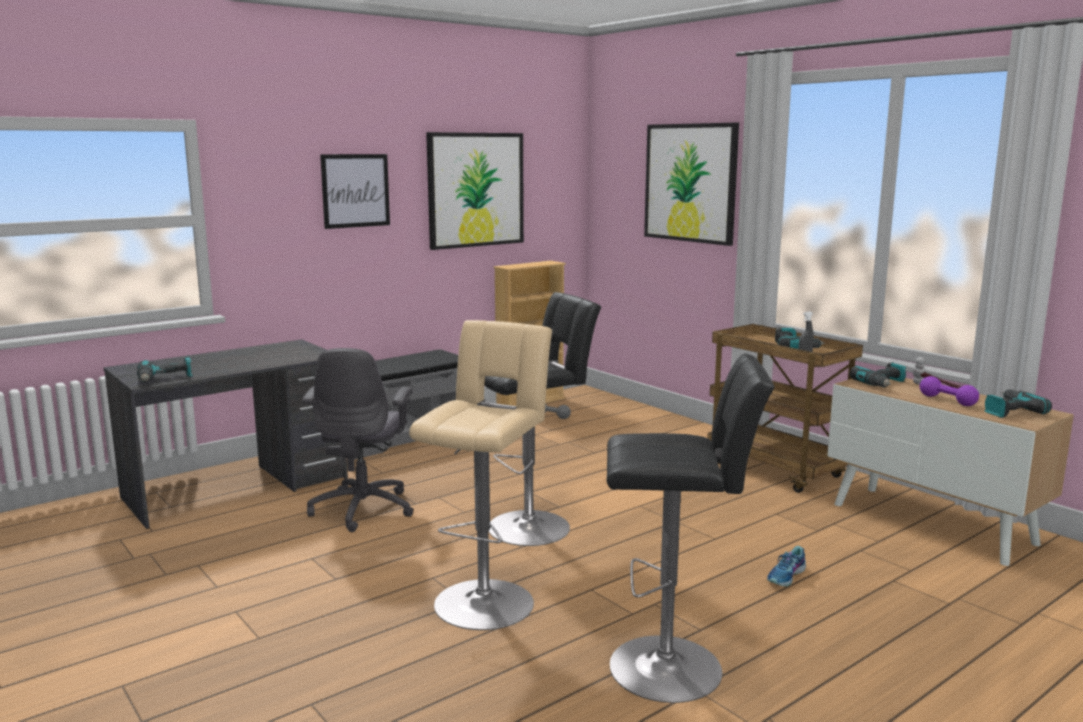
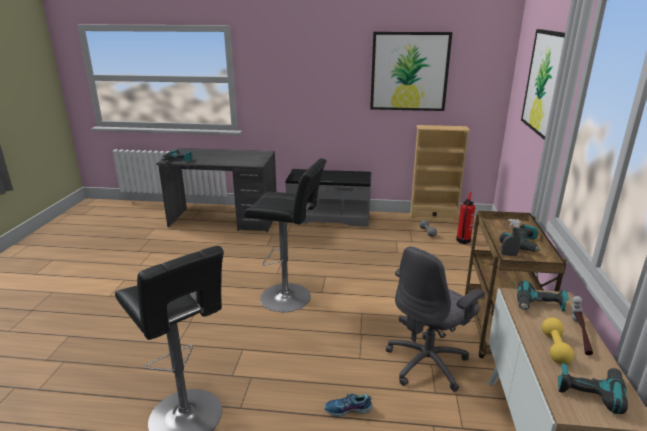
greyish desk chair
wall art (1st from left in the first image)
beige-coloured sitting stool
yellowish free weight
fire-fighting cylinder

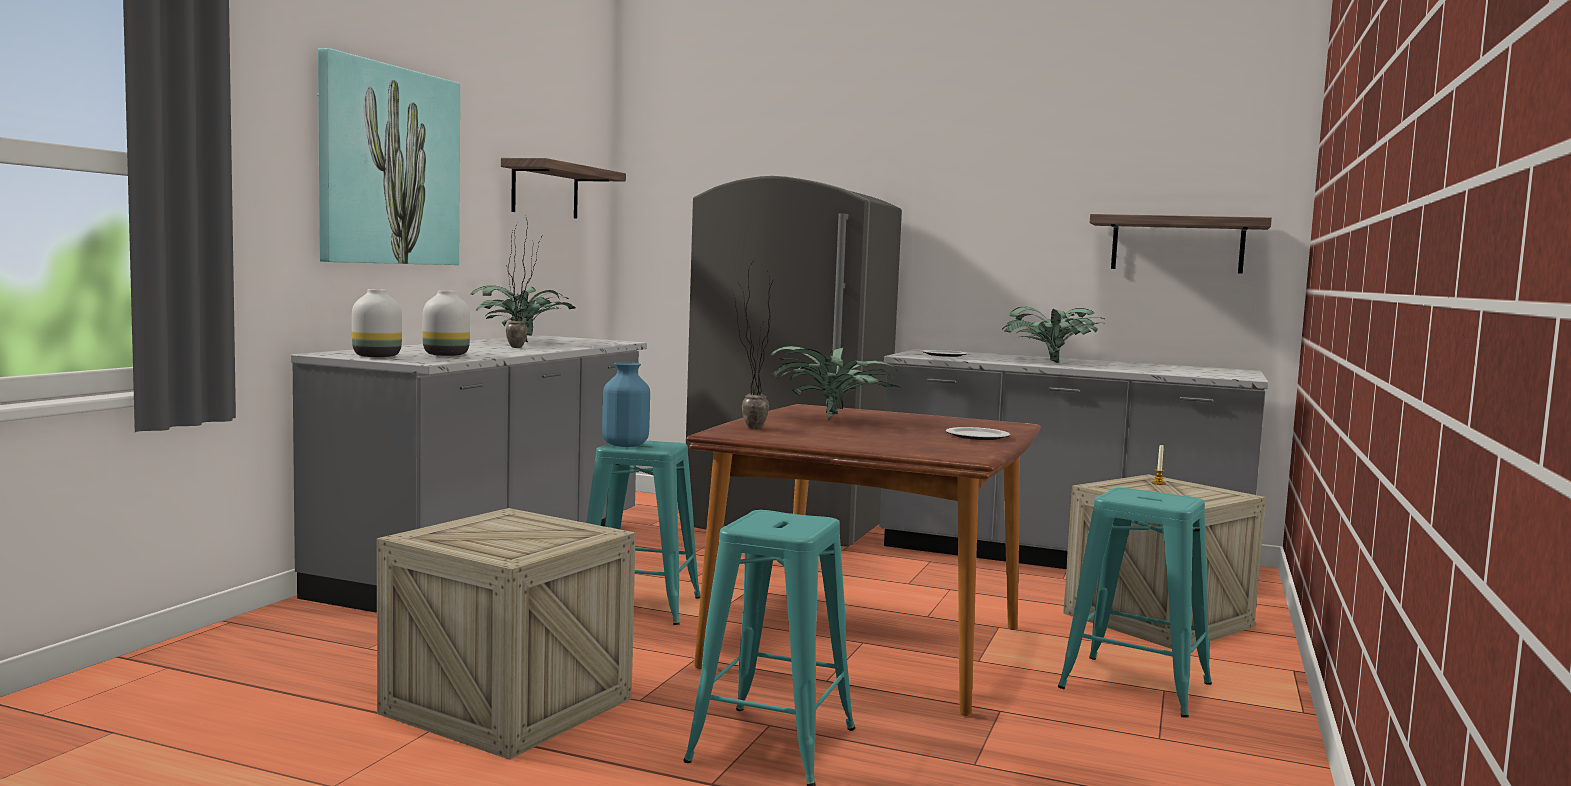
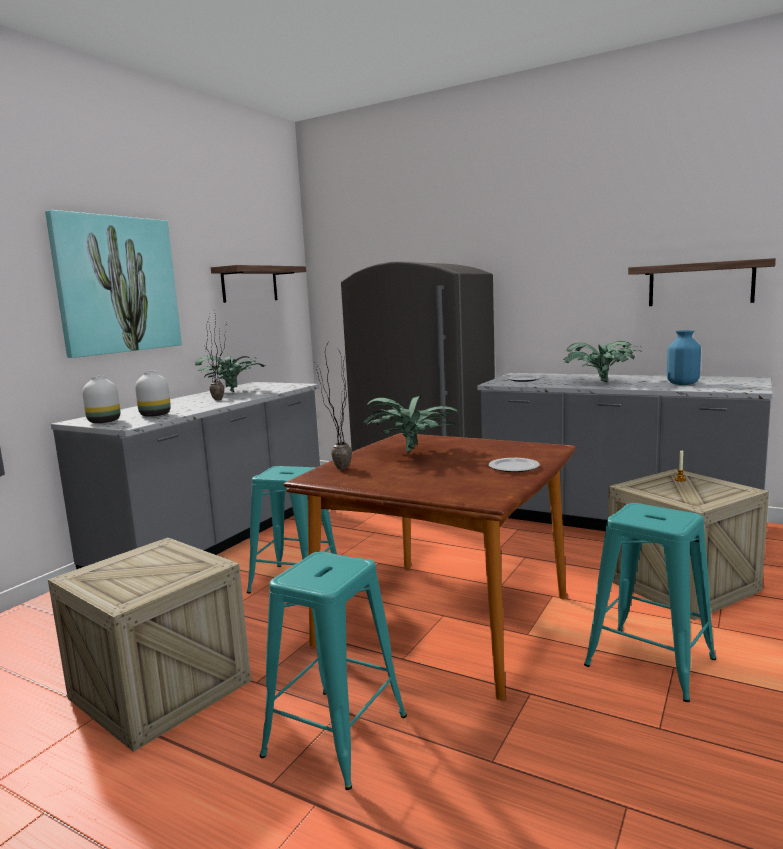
bluish vase

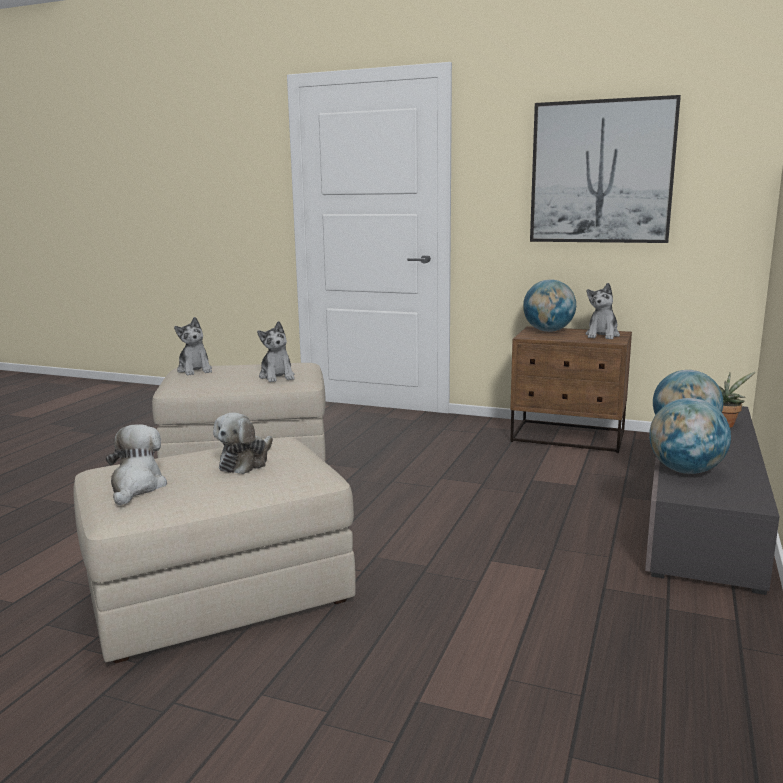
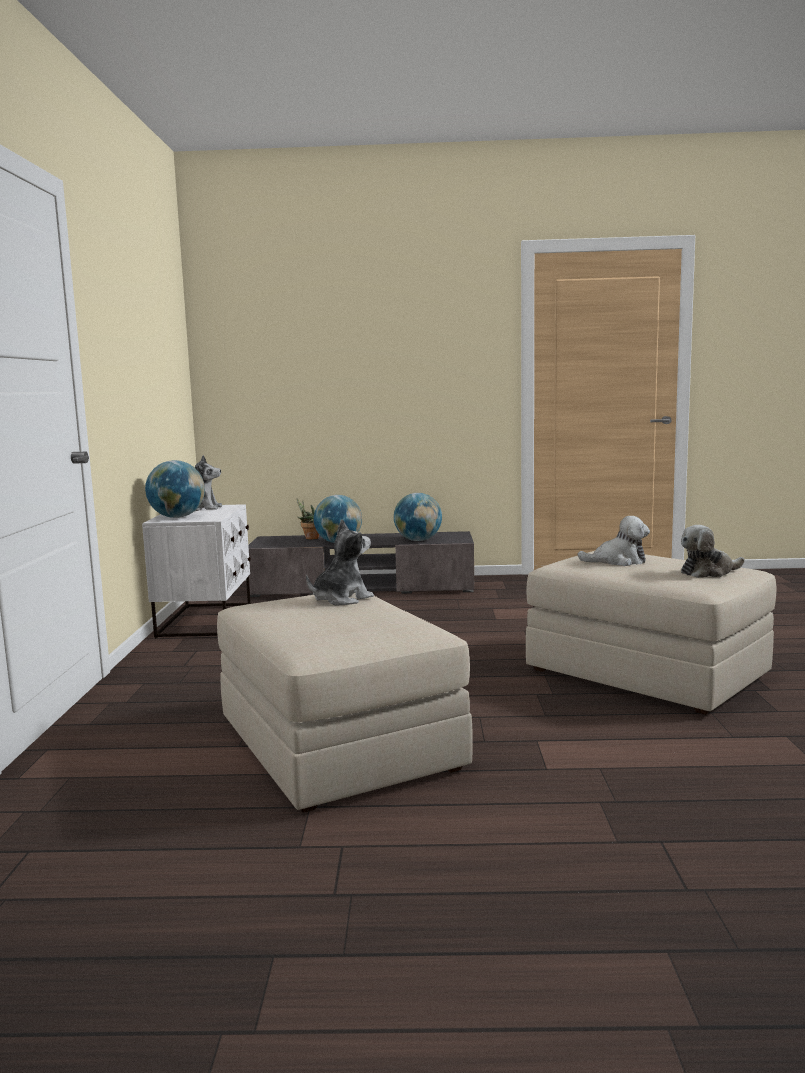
soft toy (2nd from left in the first image)
white night table
wall art

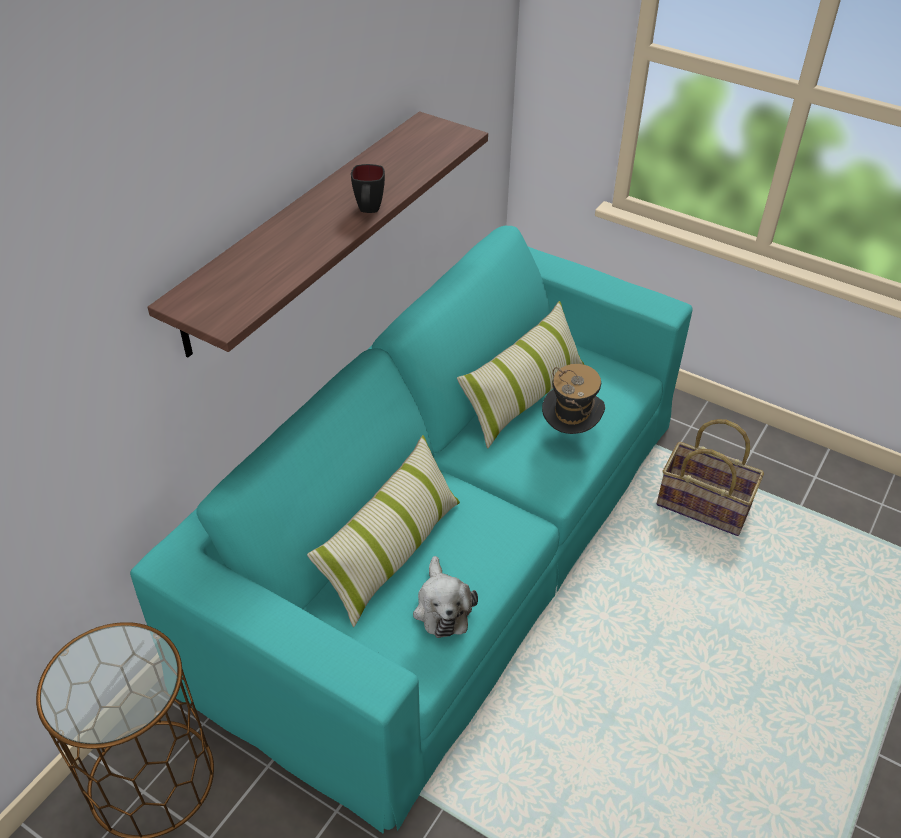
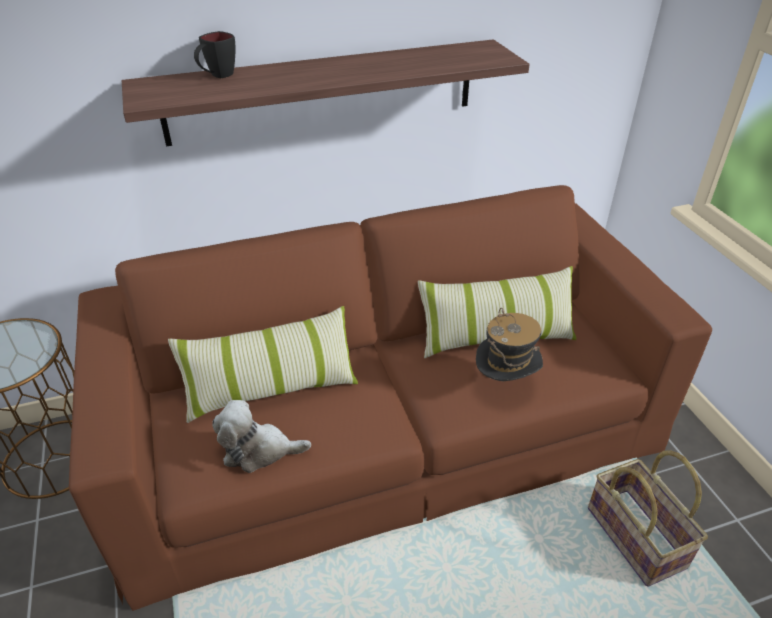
brown couch
black-coloured mug
soft toy

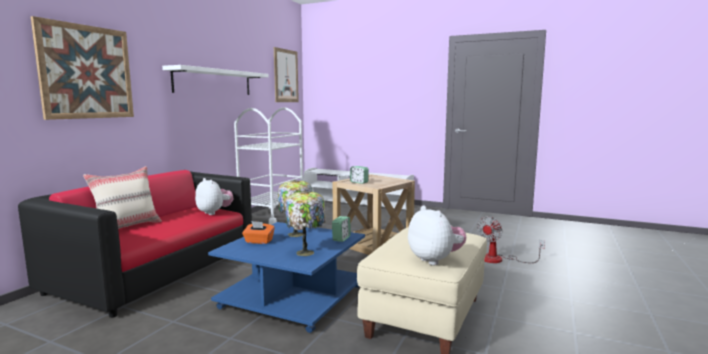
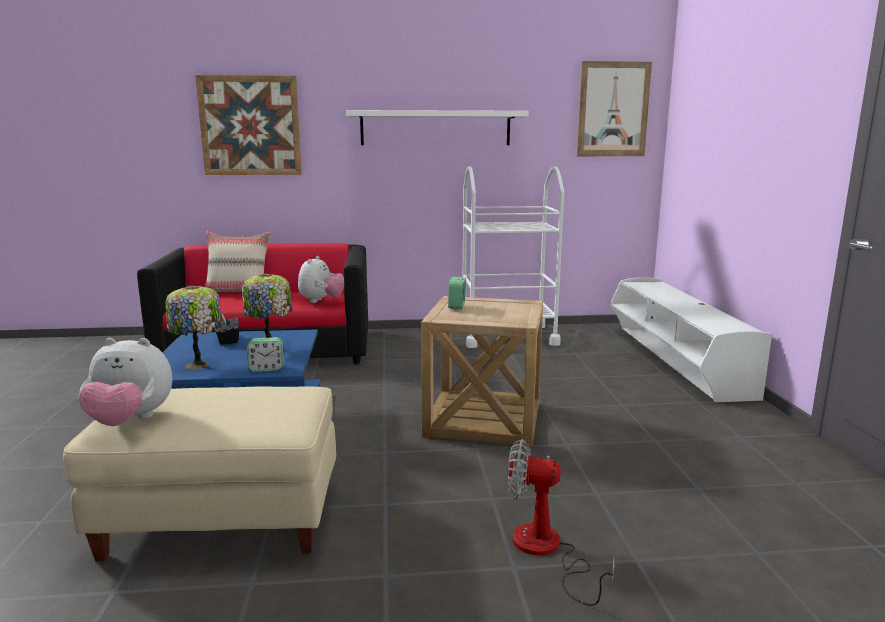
black-coloured box of tissues
soft toy (1st from left)

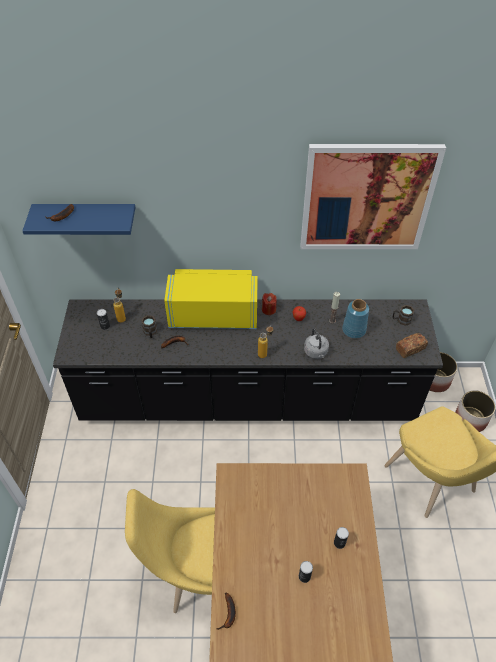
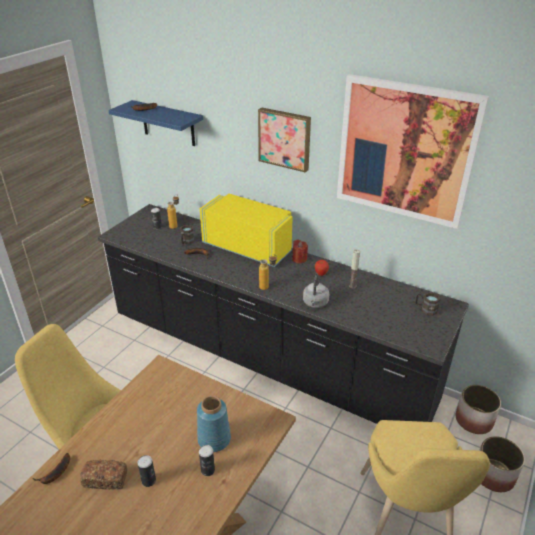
bluish vase
baked bread
wall art (1st from left)

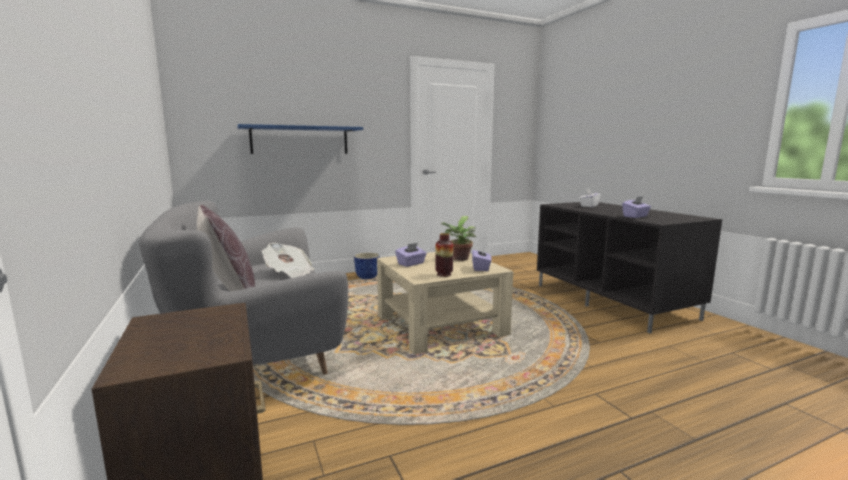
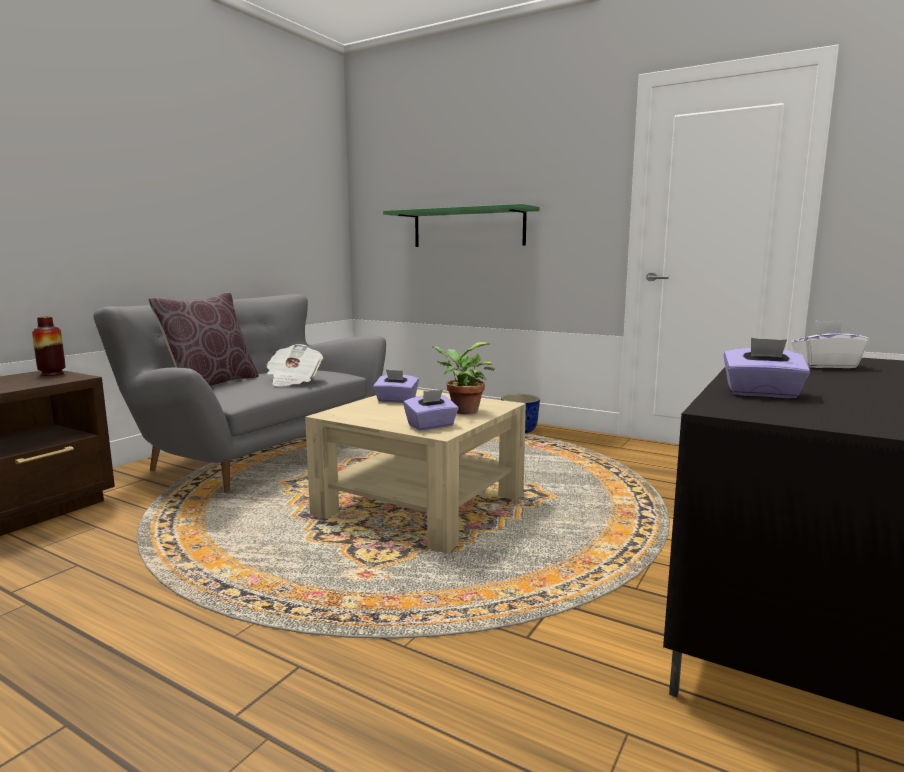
green wall shelf
vase

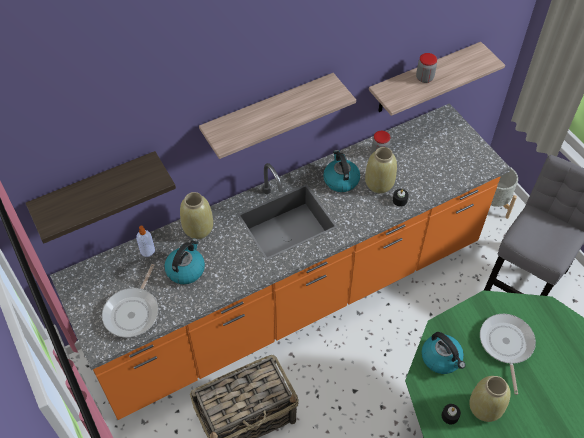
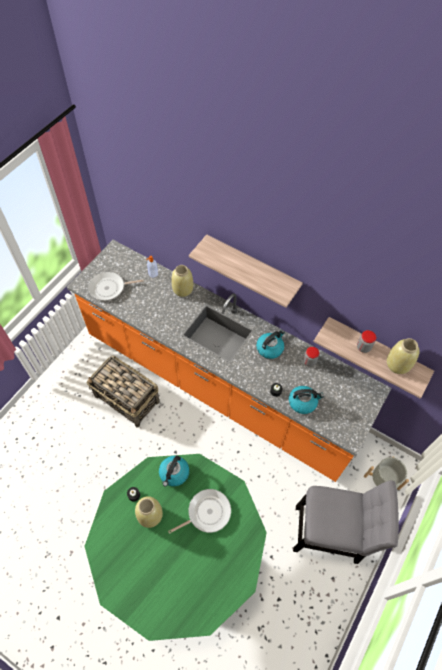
wall shelf (1st from left in the first image)
kettle (3rd from left)
beige-coloured vase (3rd from left)

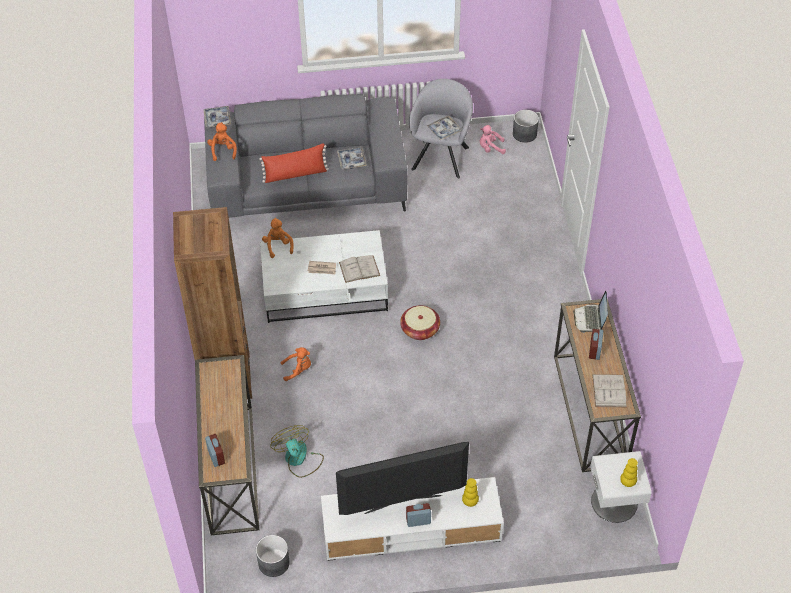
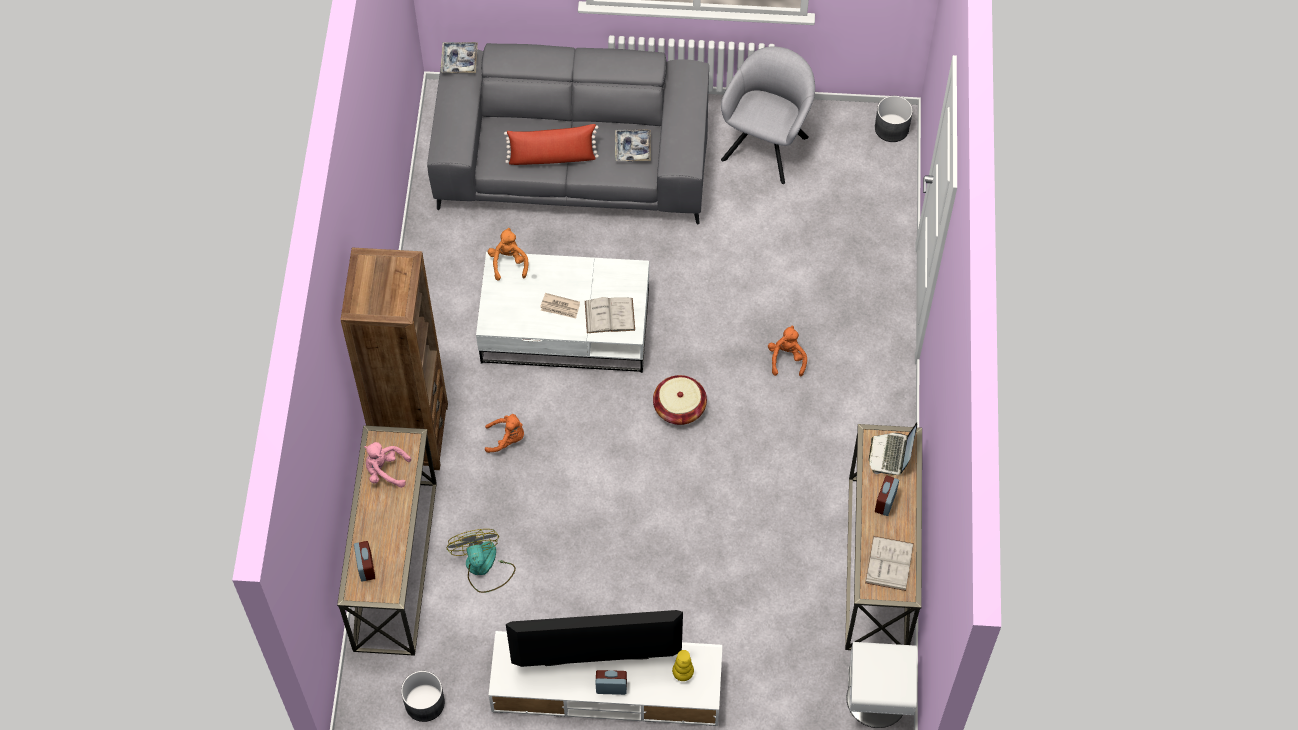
orange soft toy (3rd from left)
carrying tray (3rd from left in the first image)
pinkish soft toy
yellowish vase (2nd from left in the first image)

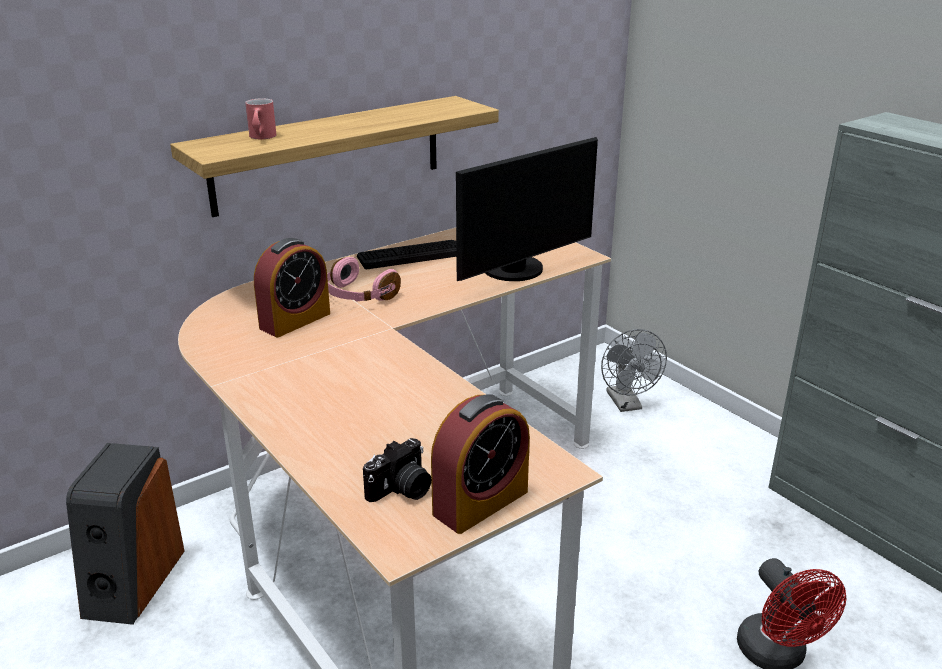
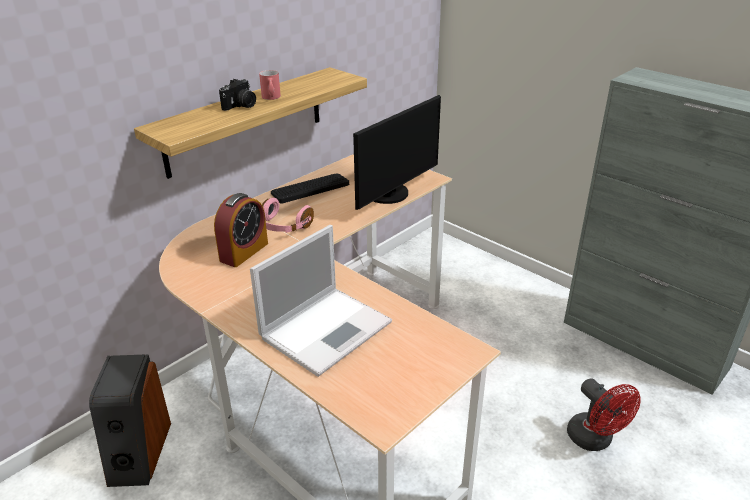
red-coloured mug
photo camera
table clock (2nd from left in the first image)
greyish electric fan
laptop

